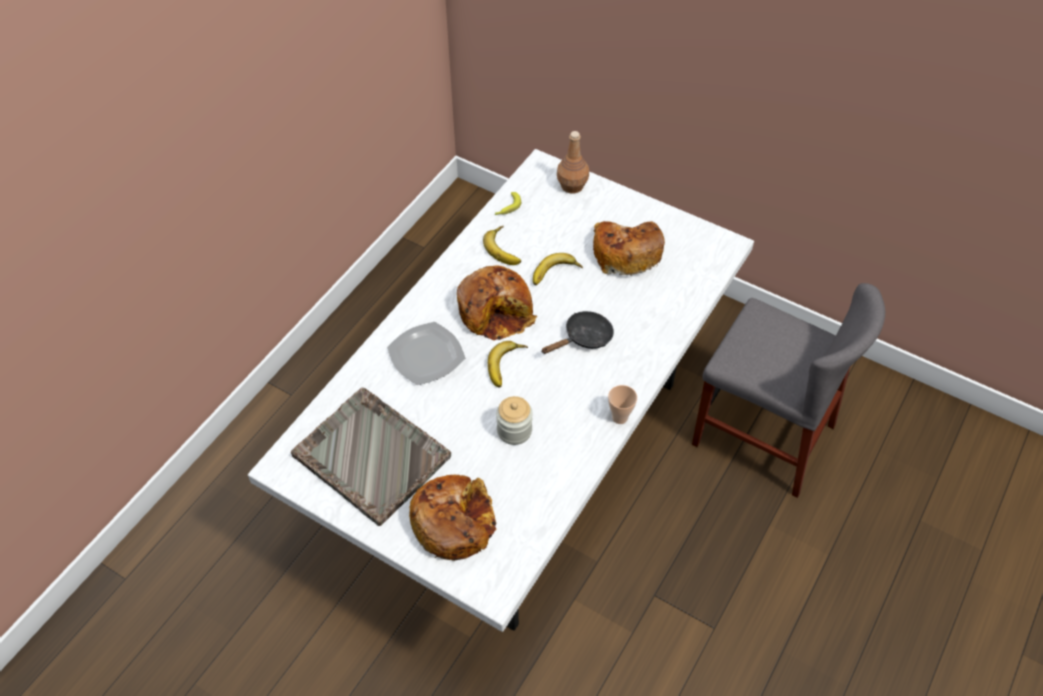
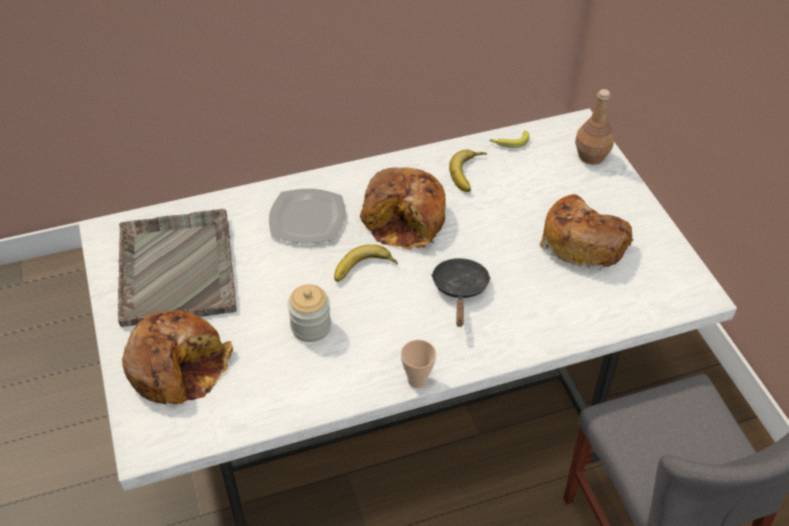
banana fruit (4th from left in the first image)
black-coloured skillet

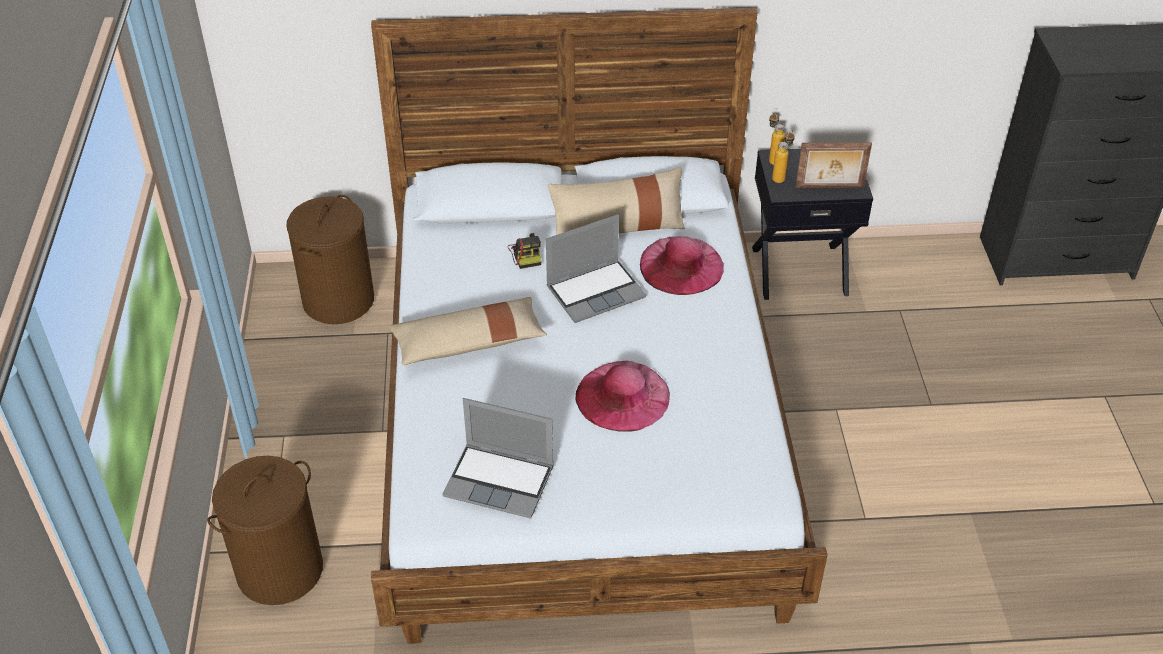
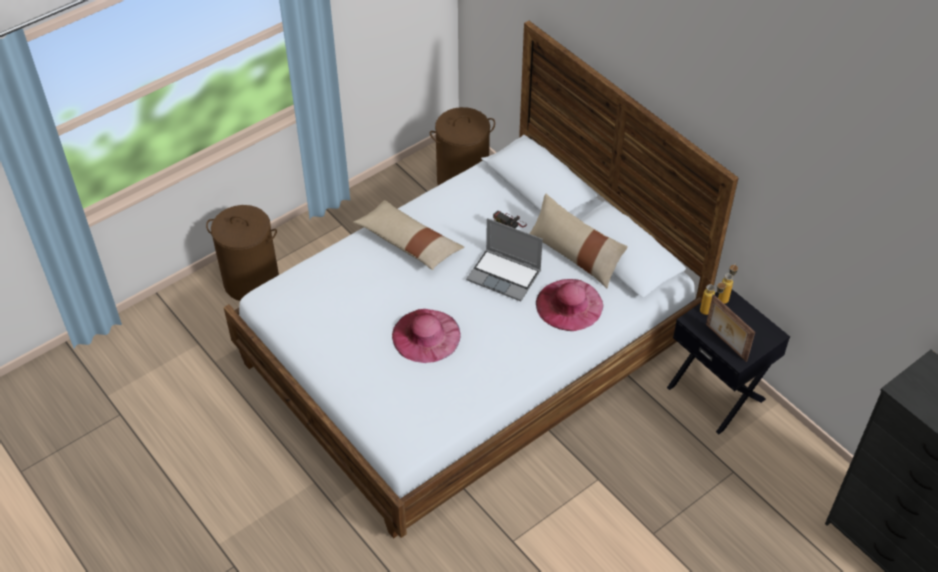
laptop (1st from left in the first image)

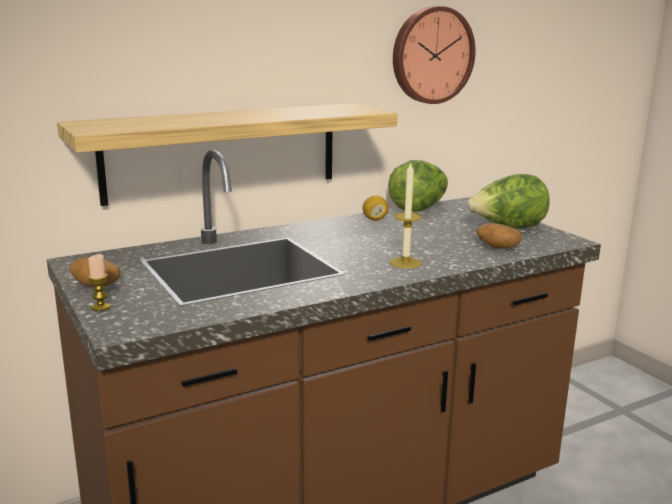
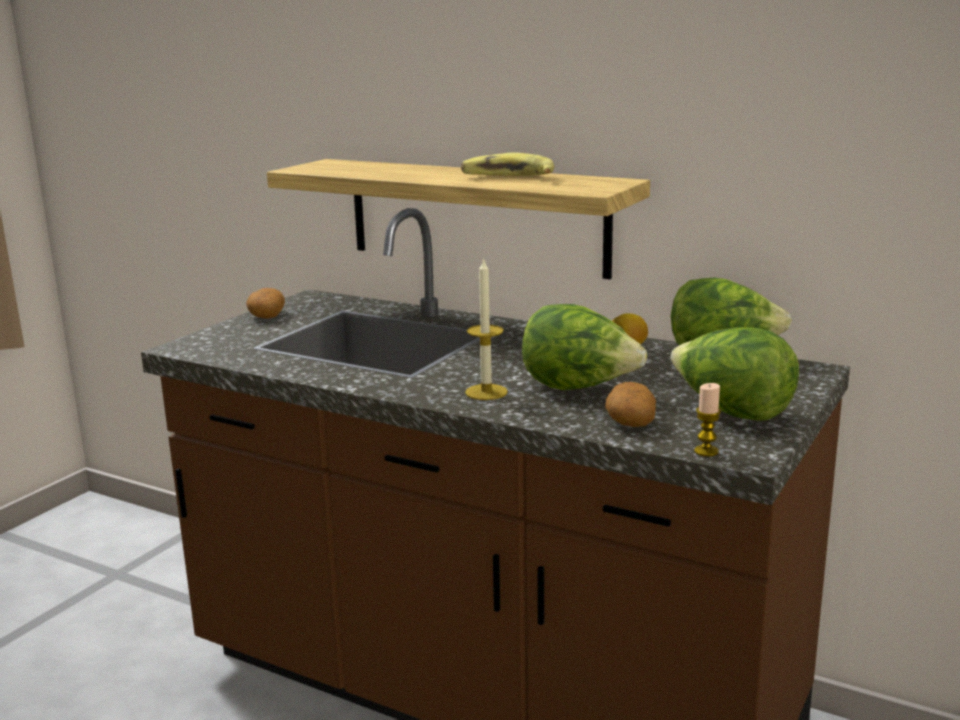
candle (2nd from left)
hanging clock
banana fruit
head of lettuce (1st from left)

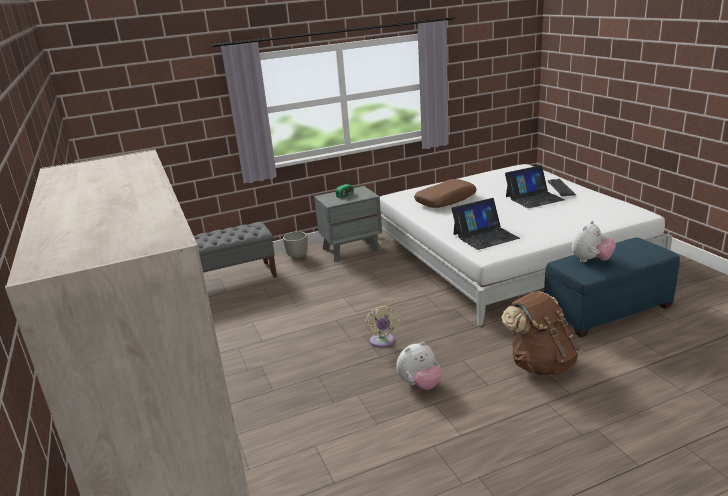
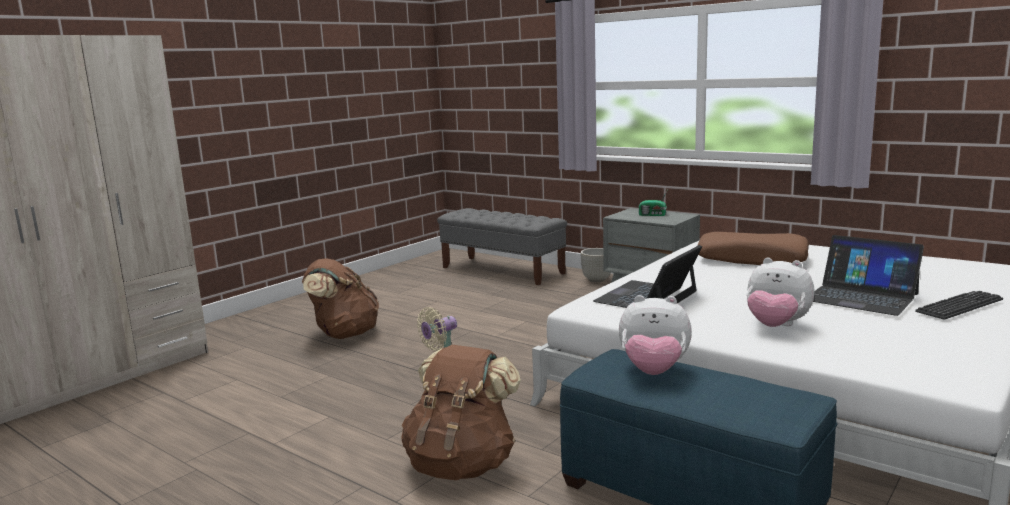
soft toy (2nd from left)
laptop (1st from left)
brown backpack (1st from left)

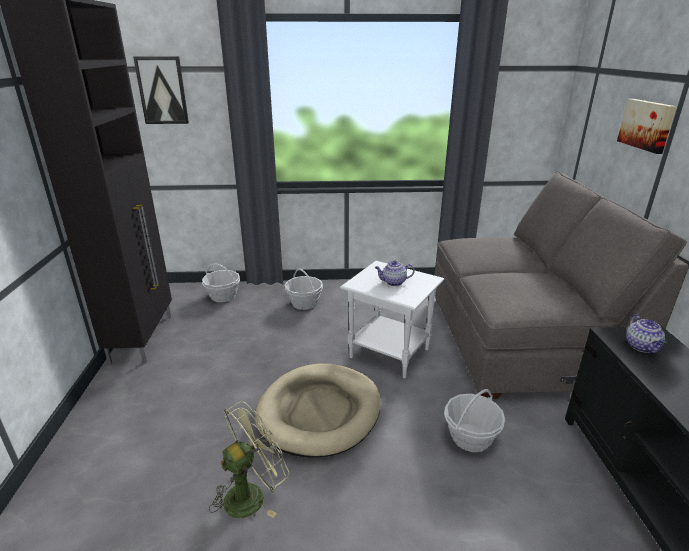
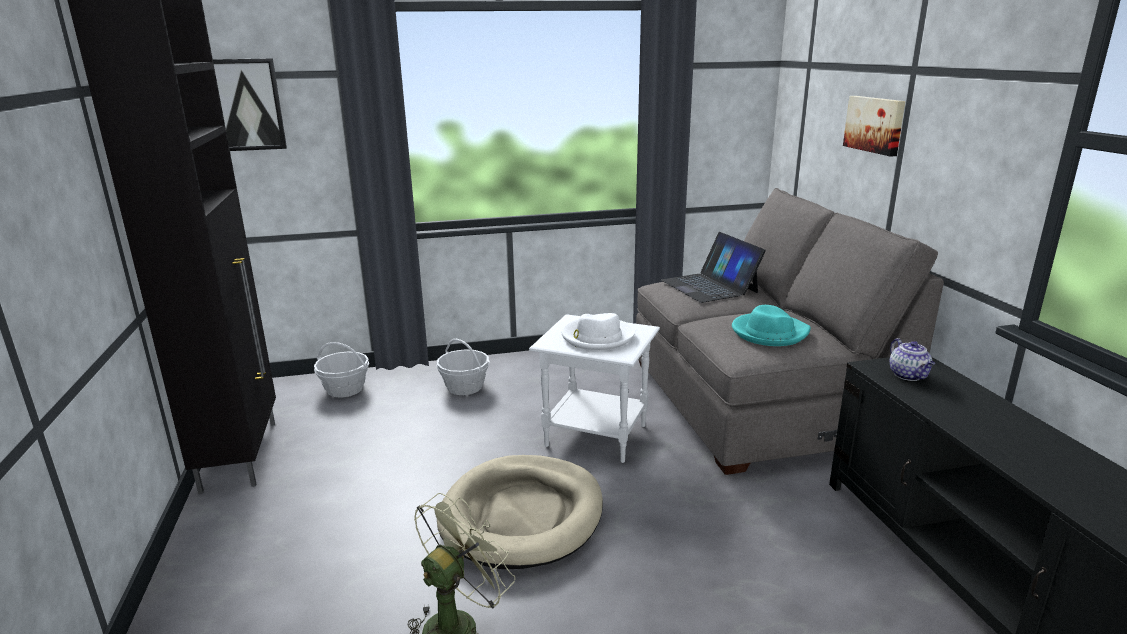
white hat
basket (3rd from left in the first image)
laptop
blue-green hat

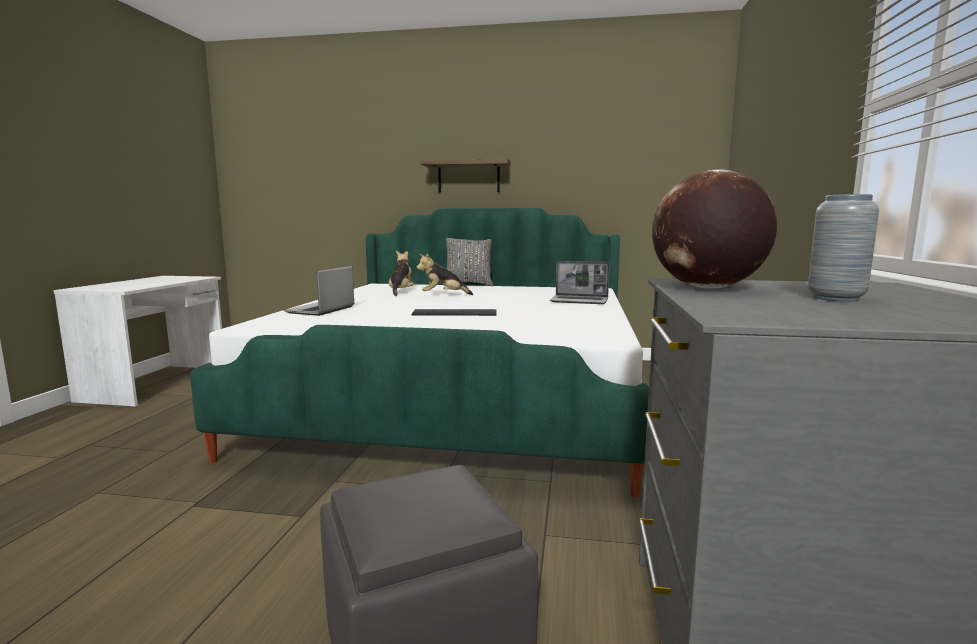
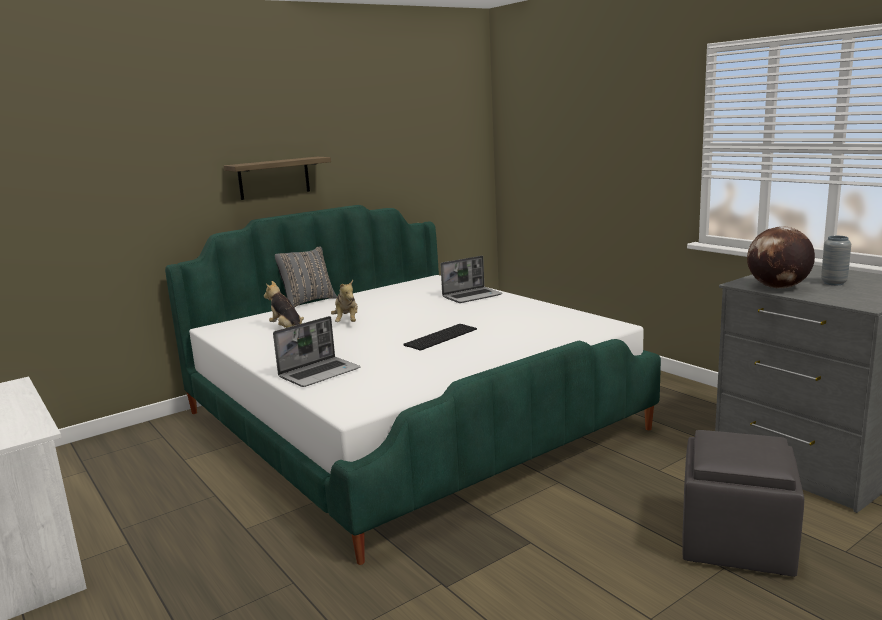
laptop (1st from left)
soft toy (2nd from left)

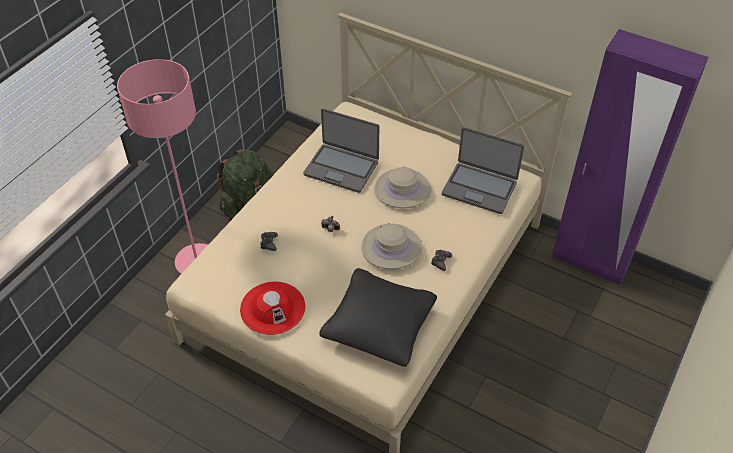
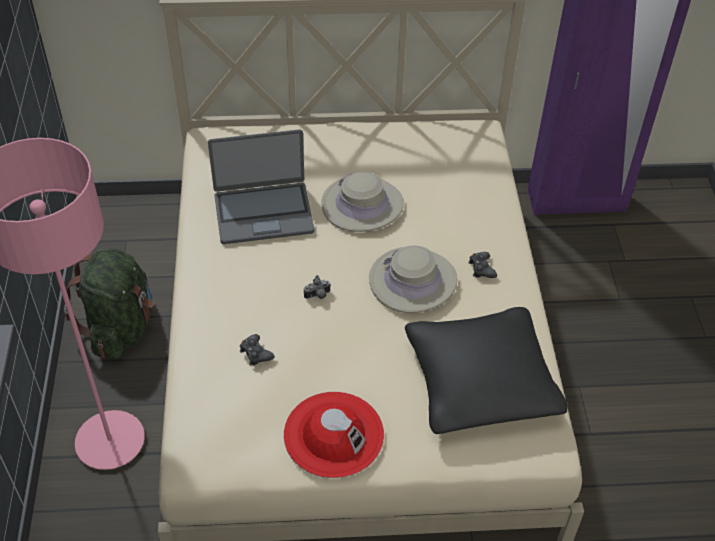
laptop (2nd from left in the first image)

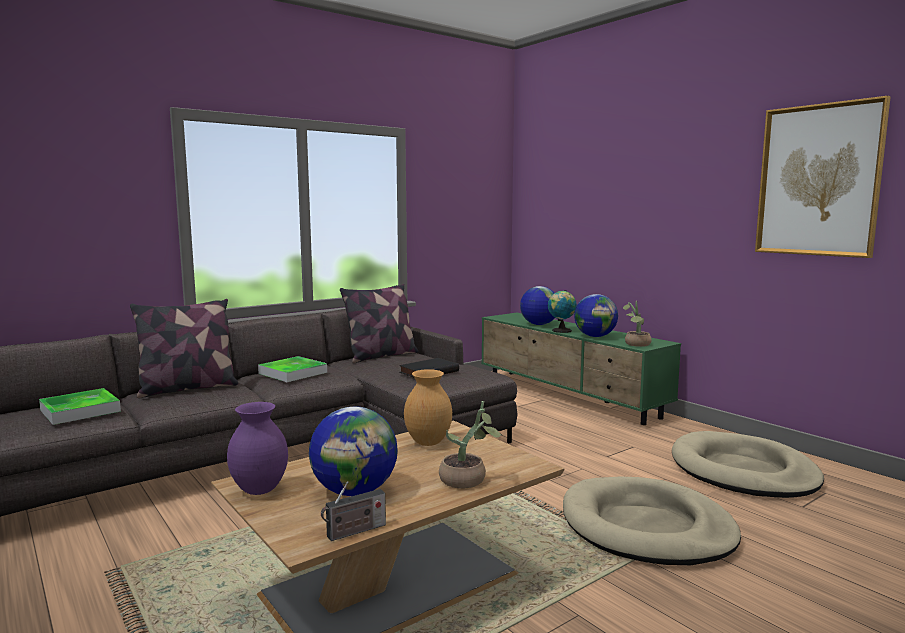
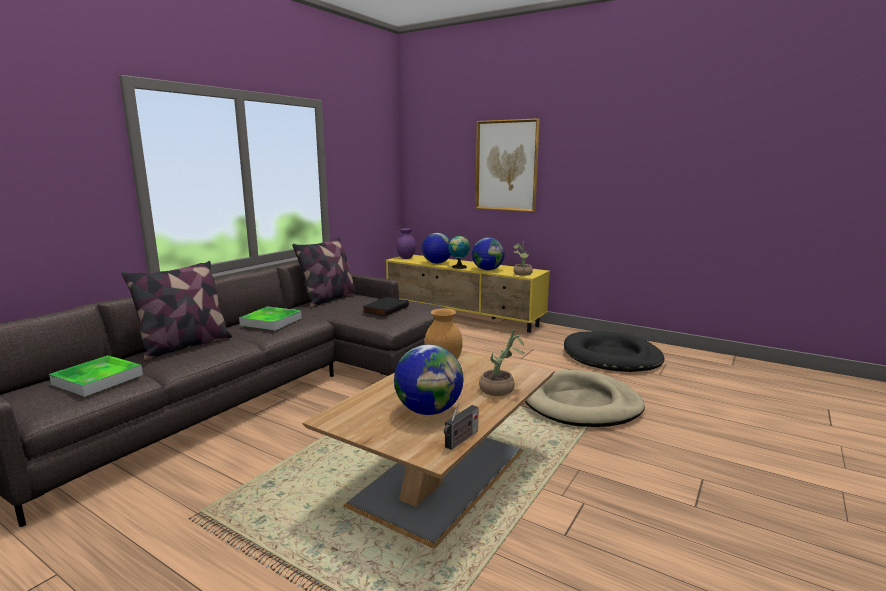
purple vase
yellowish media console
black-coloured dog bed
wall art

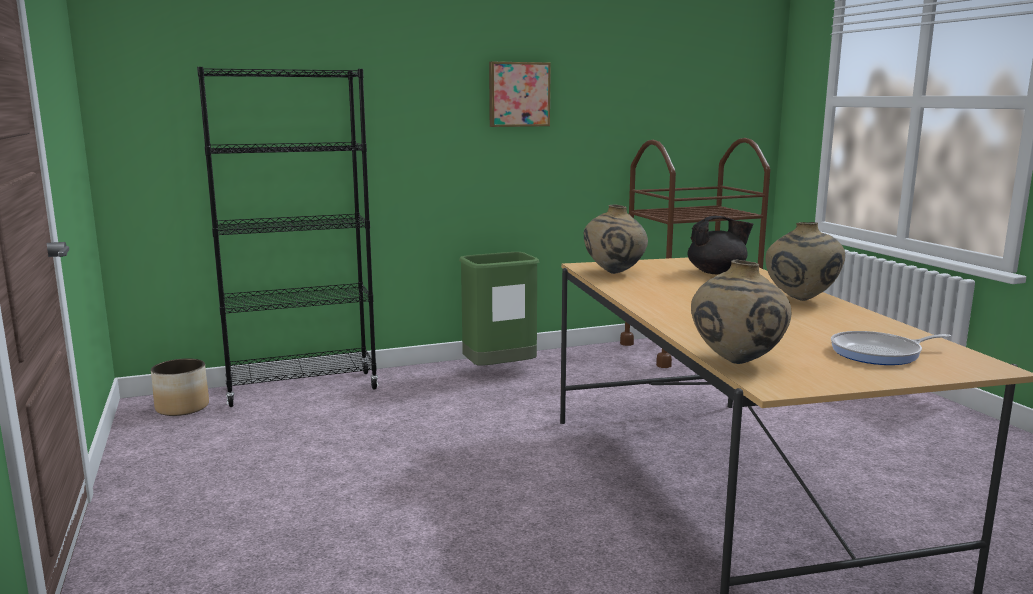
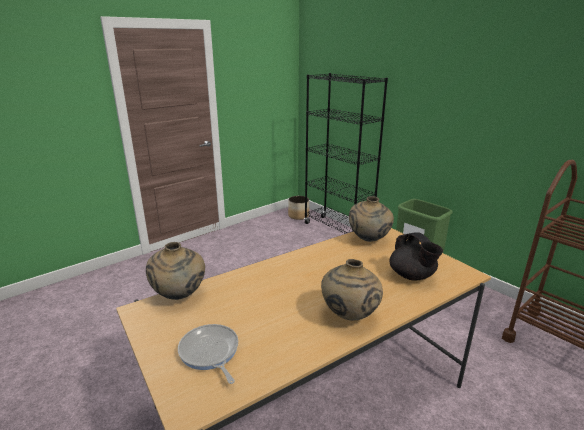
wall art

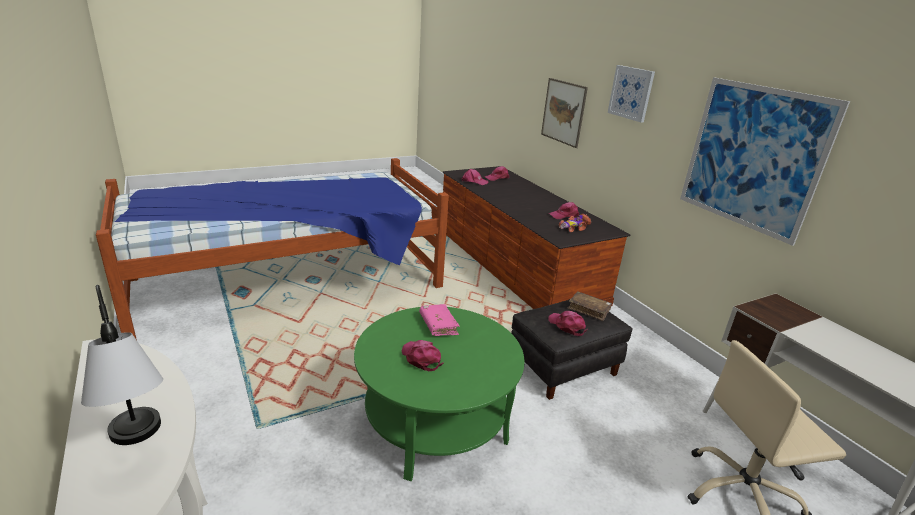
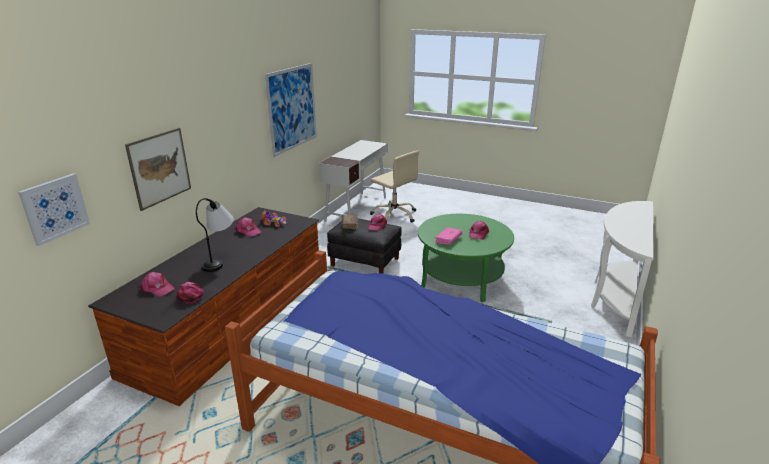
lamp for a table
wall art (1st from left)

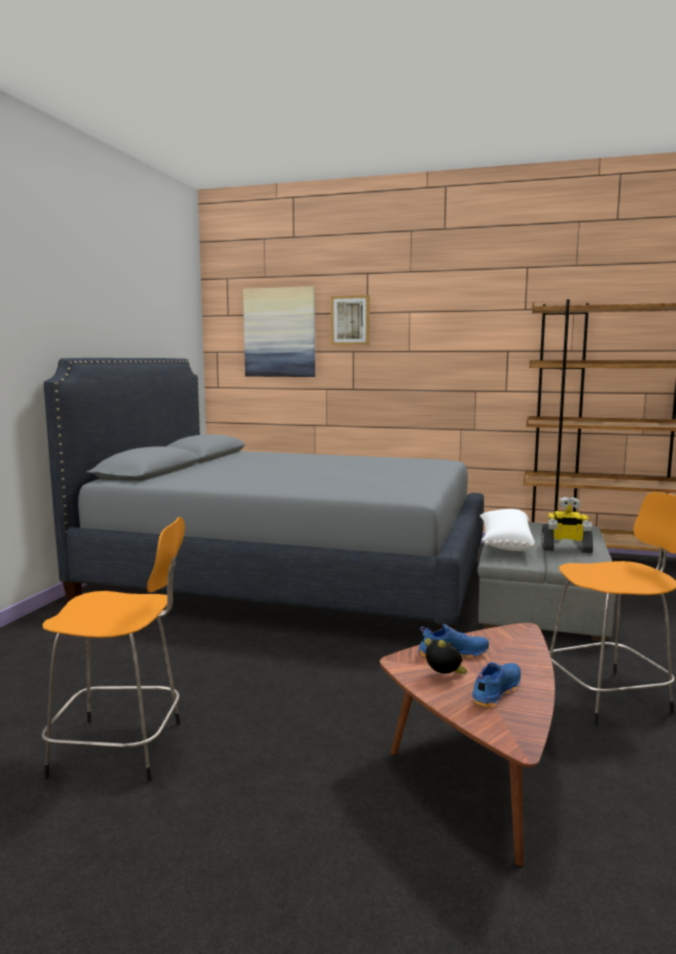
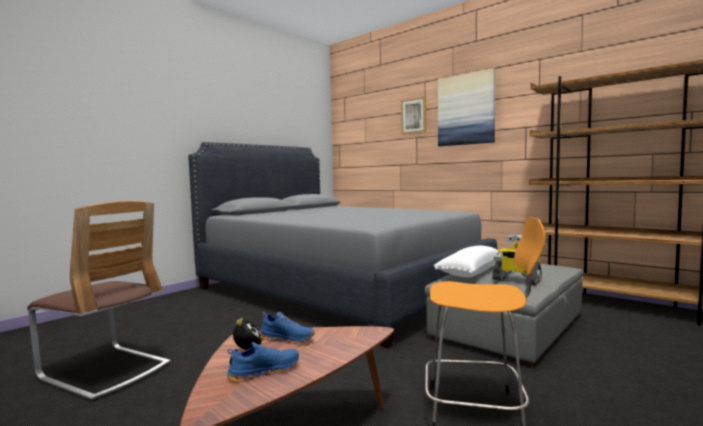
plain chair
wall art (2nd from left)

